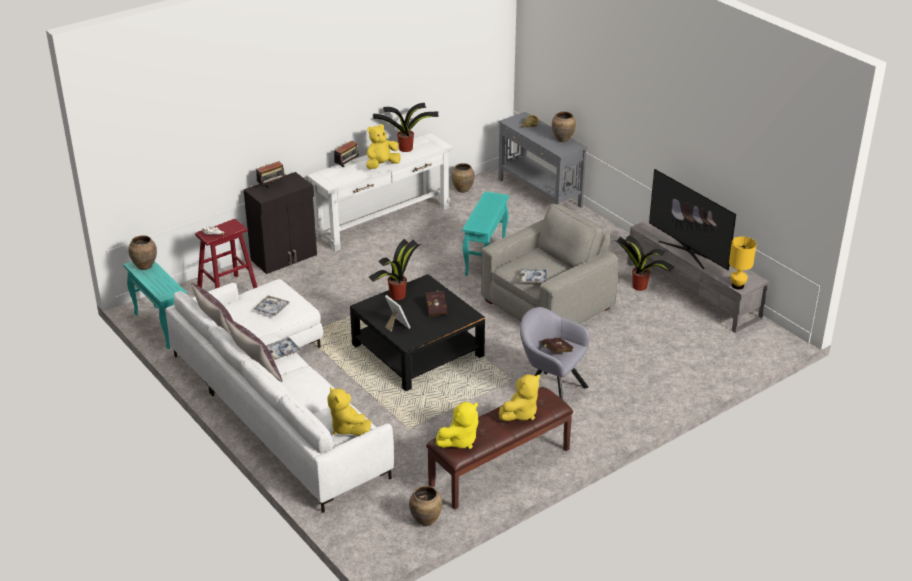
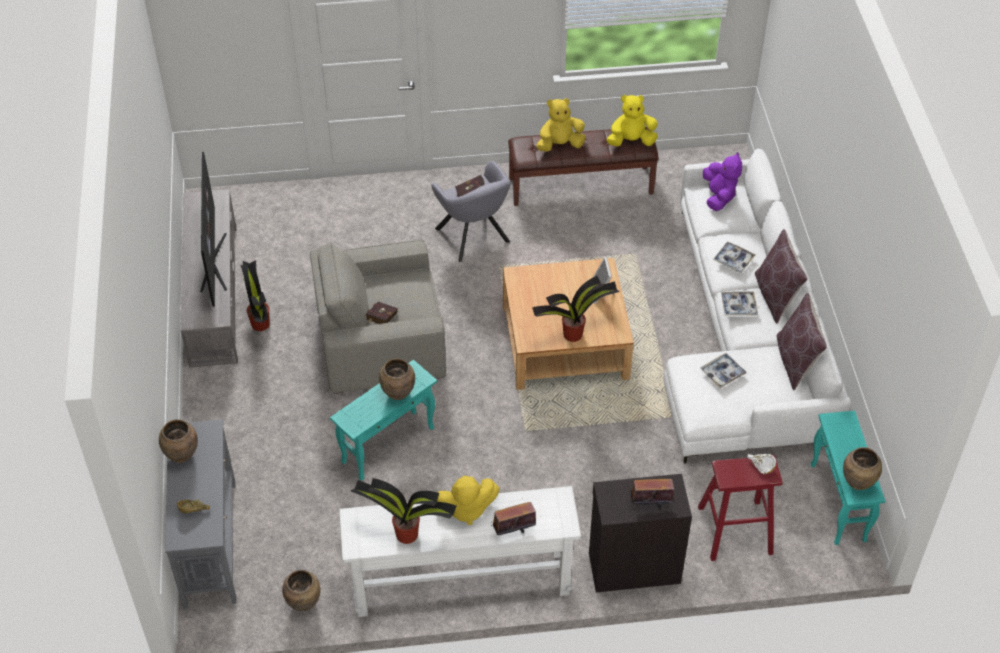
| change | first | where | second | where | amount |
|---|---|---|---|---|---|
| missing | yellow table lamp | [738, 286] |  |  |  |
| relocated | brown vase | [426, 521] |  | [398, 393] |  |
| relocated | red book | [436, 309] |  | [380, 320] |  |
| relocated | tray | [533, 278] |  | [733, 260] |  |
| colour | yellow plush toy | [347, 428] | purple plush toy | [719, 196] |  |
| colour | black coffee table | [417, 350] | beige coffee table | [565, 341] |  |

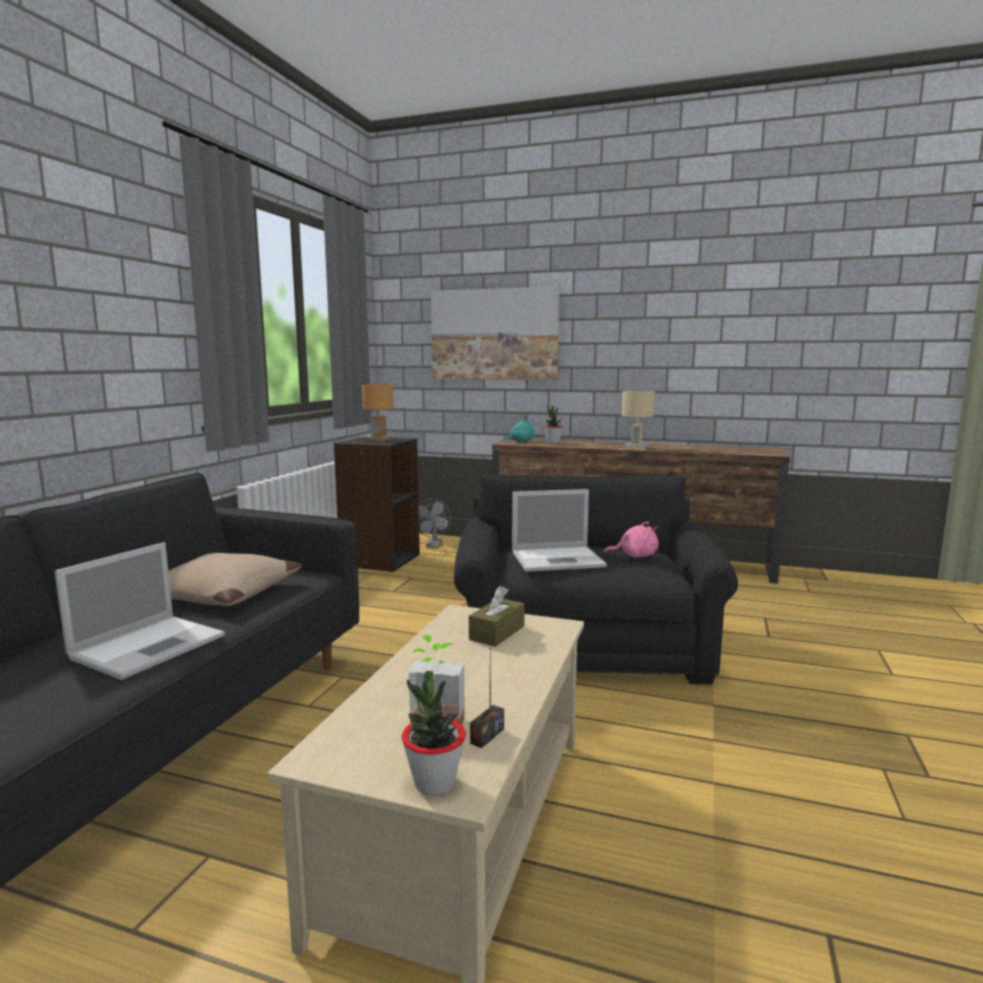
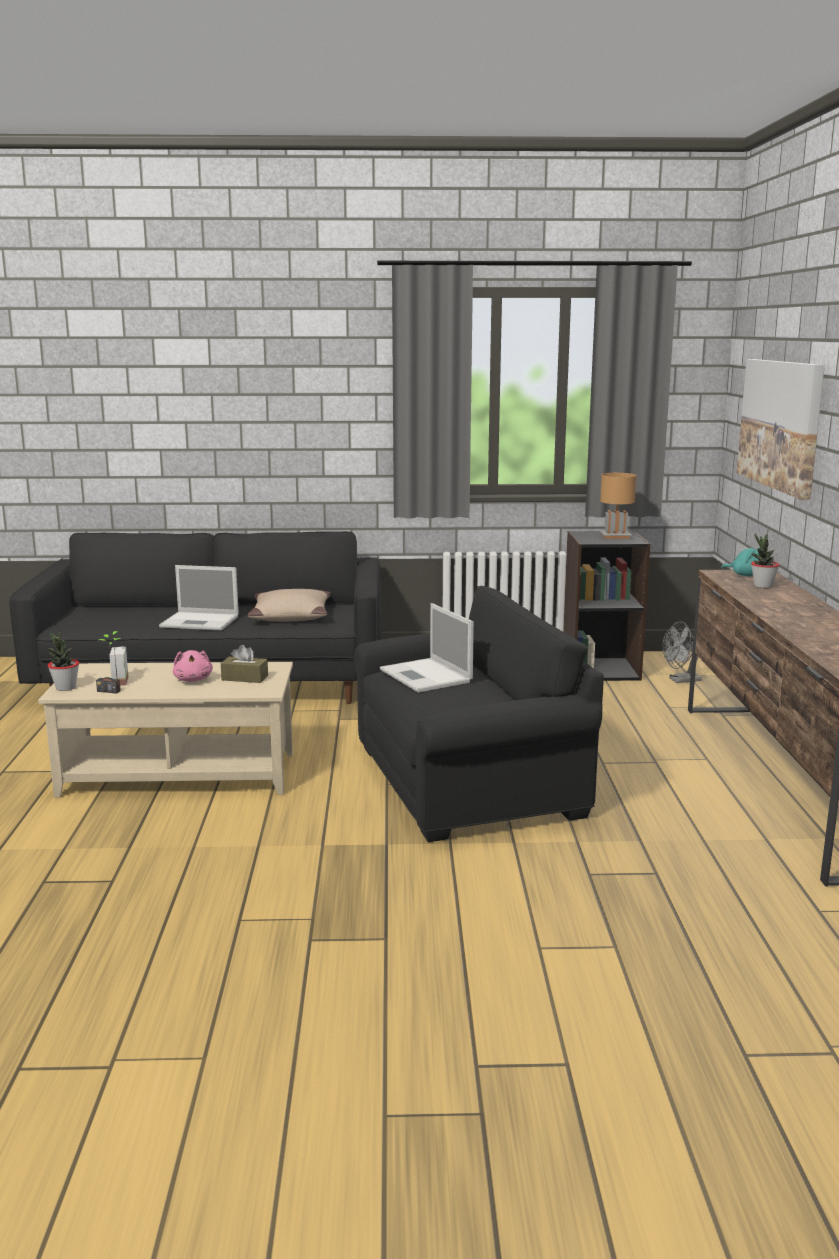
| change | first | where | second | where | amount |
|---|---|---|---|---|---|
| missing | beige table lamp | [636, 448] |  |  |  |
| relocated | pink plush toy | [635, 556] |  | [193, 679] |  |

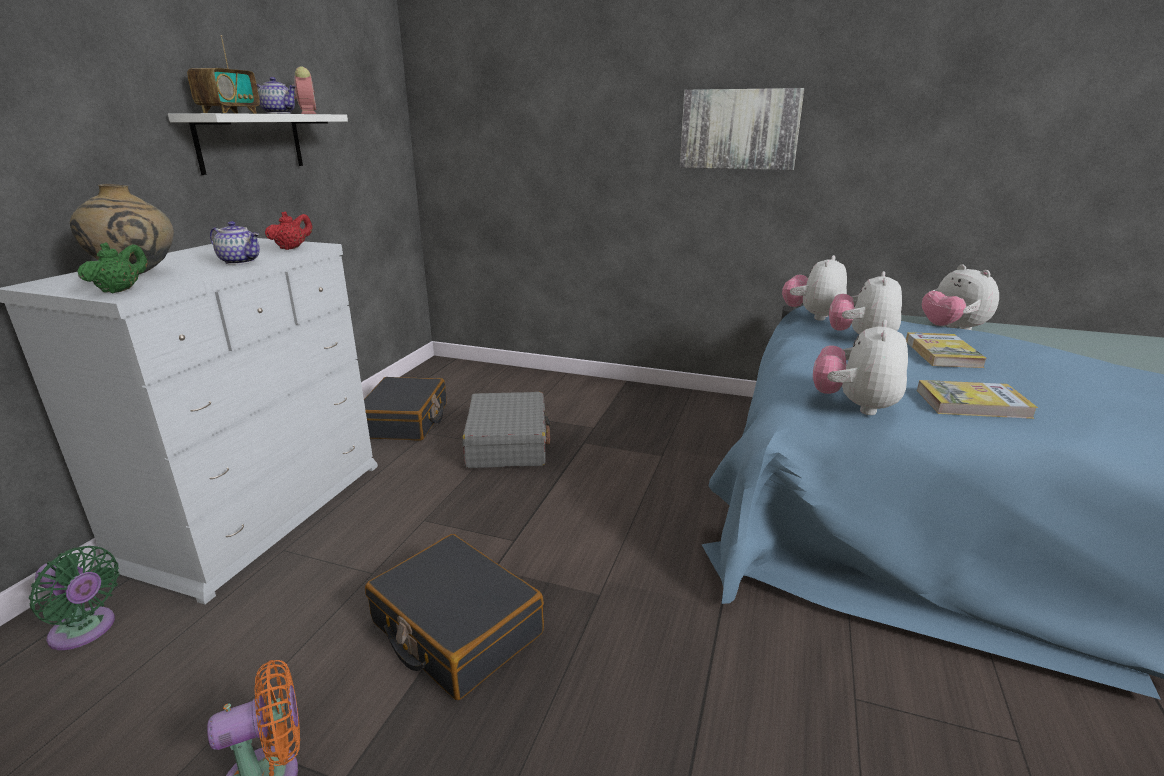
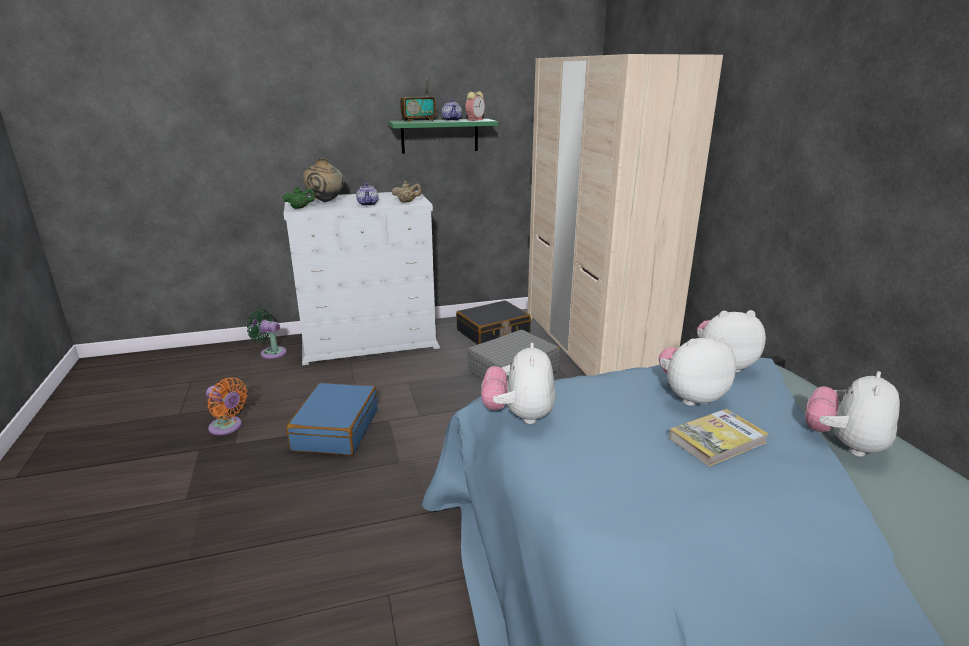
| change | first | where | second | where | amount |
|---|---|---|---|---|---|
| missing | picture | [739, 129] |  |  |  |
| missing | book | [972, 403] |  |  |  |
| appeared |  |  | beige wardrobe | [592, 345] |  |
| colour | white shelf | [250, 142] | green shelf | [439, 136] |  |
| colour | red teapot | [292, 248] | beige teapot | [407, 202] |  |
| colour | black suitcase | [456, 629] | blue suitcase | [335, 430] |  |
| spun | green fan | [86, 631] |  | [271, 352] | 120 degrees clockwise |
| spun | plush toy | [854, 406] |  | [519, 416] | 75 degrees counterclockwise |

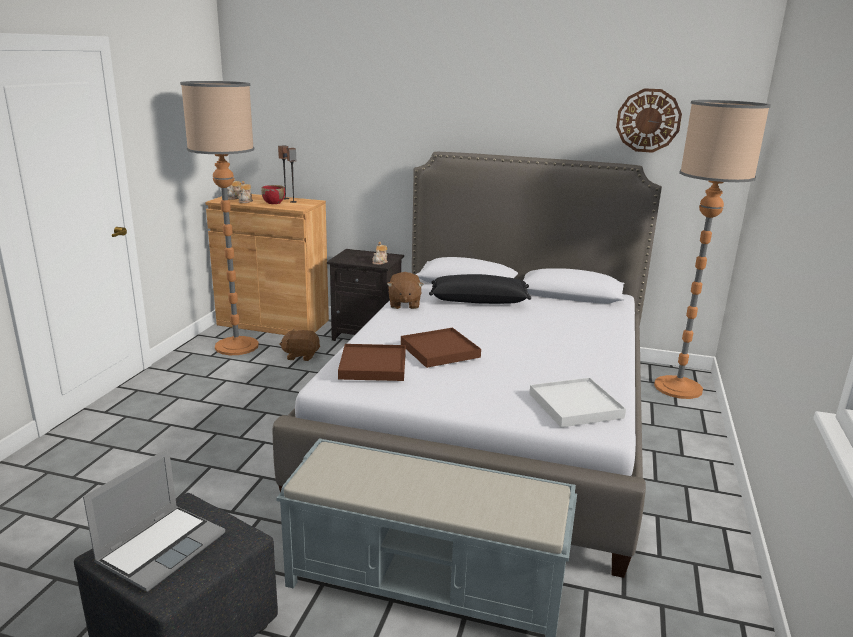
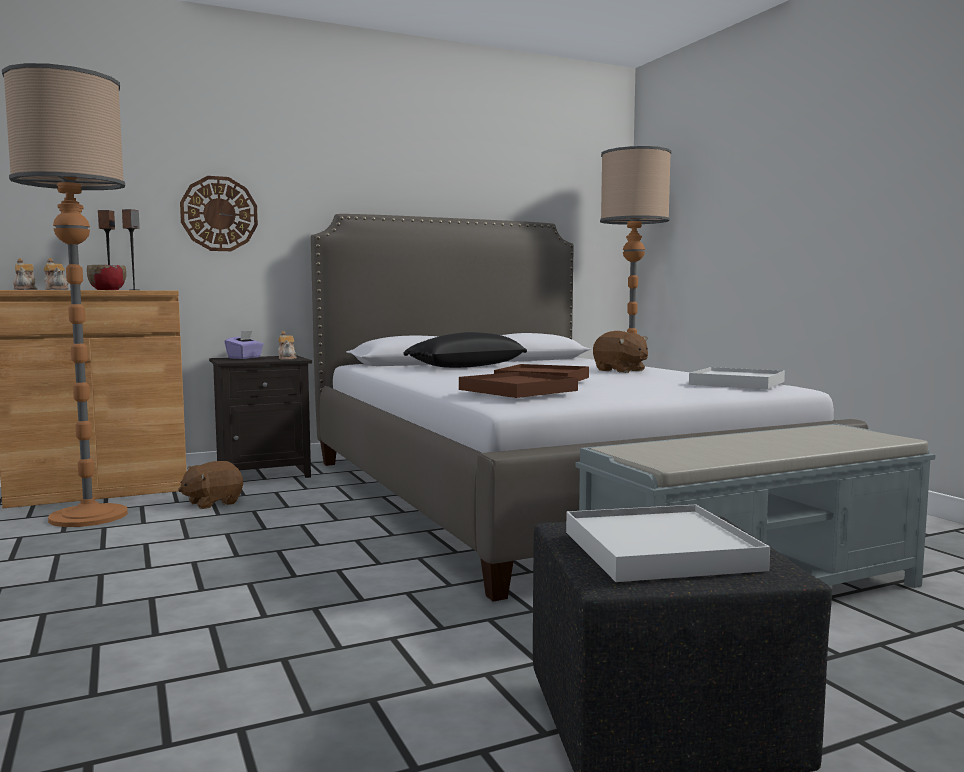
| change | first | where | second | where | amount |
|---|---|---|---|---|---|
| appeared |  |  | purple tissue box | [245, 358] |  |
| relocated | brown plush toy | [404, 304] |  | [620, 370] |  |
| relocated | wall clock | [648, 120] |  | [219, 214] |  |
| exchanged | laptop | [162, 547] | white tray | [659, 550] |  |

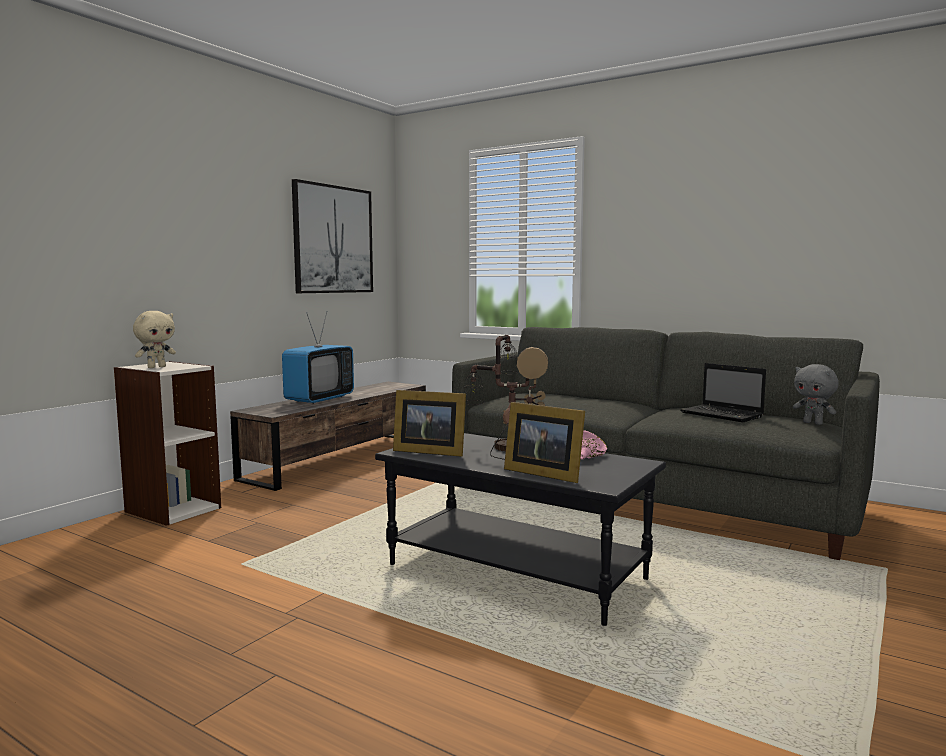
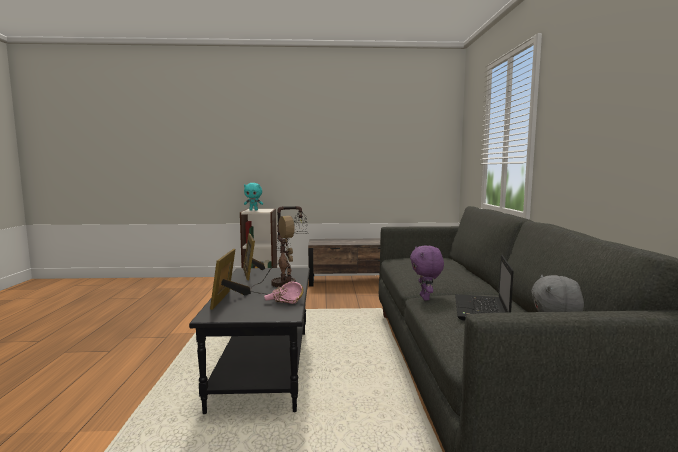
| change | first | where | second | where | amount |
|---|---|---|---|---|---|
| missing | television | [319, 399] |  |  |  |
| missing | picture | [333, 239] |  |  |  |
| appeared |  |  | purple plush toy | [426, 298] |  |
| colour | beige plush toy | [156, 367] | turquoise plush toy | [253, 210] |  |

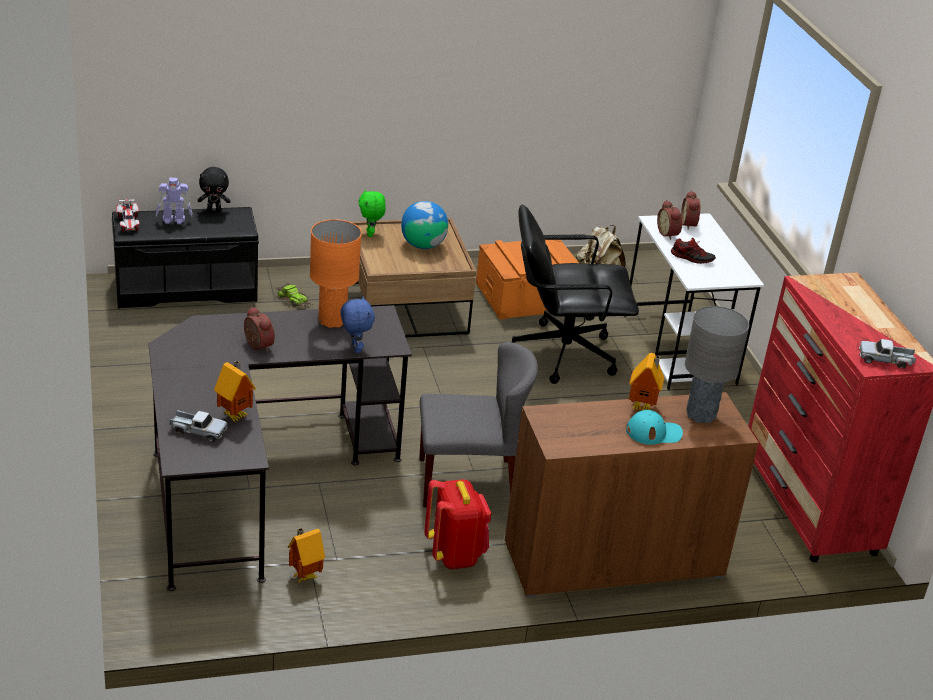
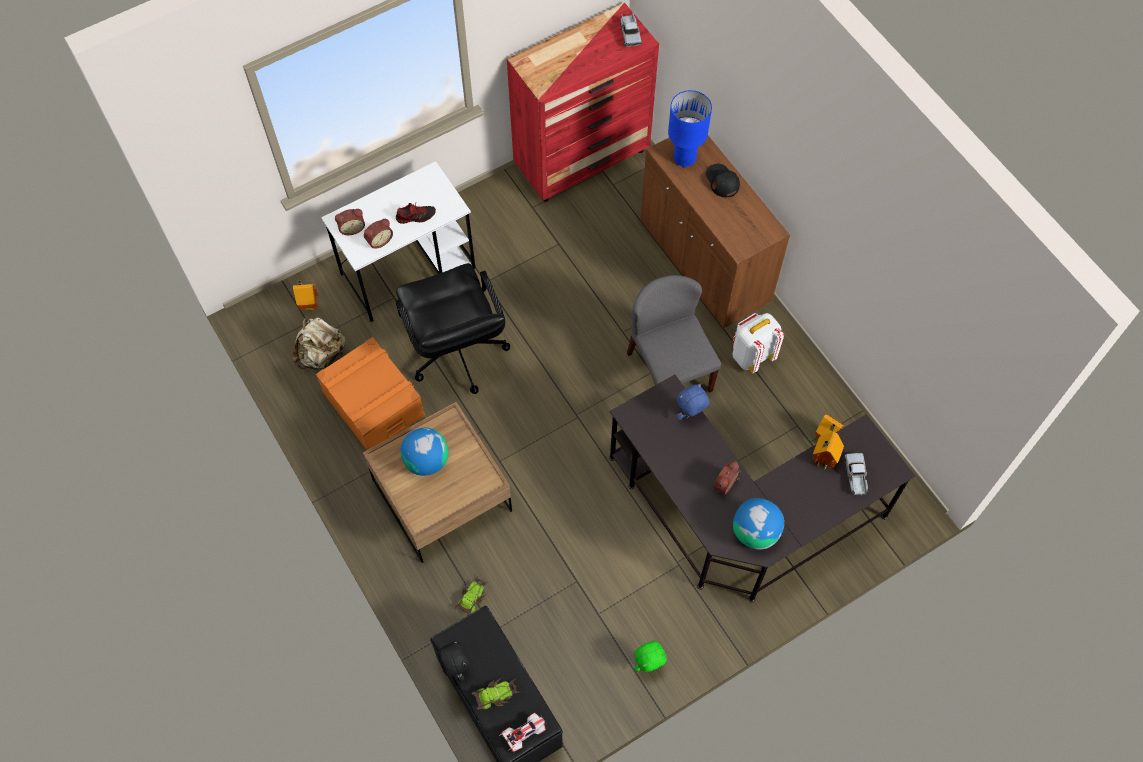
| change | first | where | second | where | amount |
|---|---|---|---|---|---|
| missing | orange table lamp | [332, 320] |  |  |  |
| appeared |  |  | globe | [755, 532] |  |
| relocated | green plush toy | [370, 234] |  | [648, 664] |  |
| relocated | toy house | [643, 407] |  | [309, 305] |  |
| exchanged | toy robot | [174, 220] | toy car | [496, 694] |  |
| colour | red backpack | [455, 554] | white backpack | [751, 355] |  |
| colour | turquoise cap | [654, 432] | black cap | [722, 181] |  |
| colour | grey table lamp | [701, 415] | blue table lamp | [684, 158] |  |
| spun | shoe | [692, 258] |  | [416, 216] | 75 degrees clockwise |

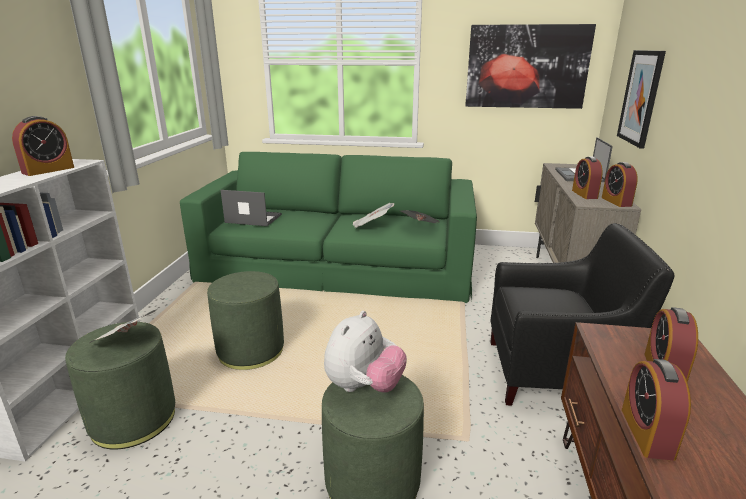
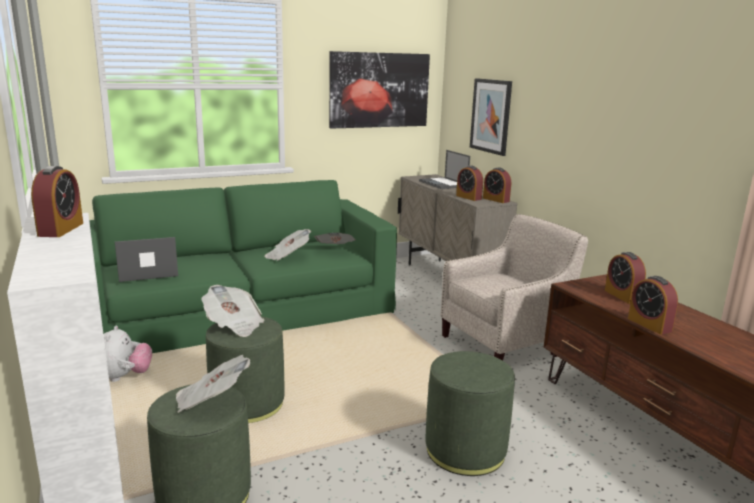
| change | first | where | second | where | amount |
|---|---|---|---|---|---|
| appeared |  |  | newspaper | [234, 325] |  |
| relocated | plush toy | [364, 387] |  | [124, 377] |  |
| colour | black armchair | [554, 374] | beige armchair | [505, 344] |  |

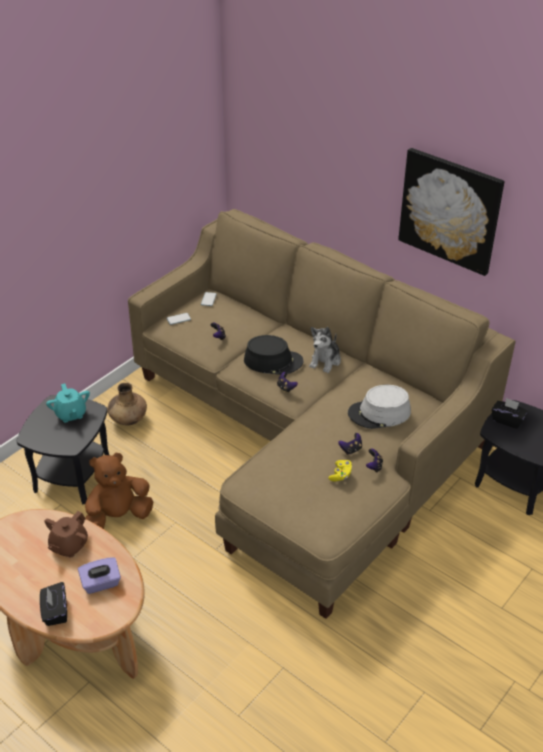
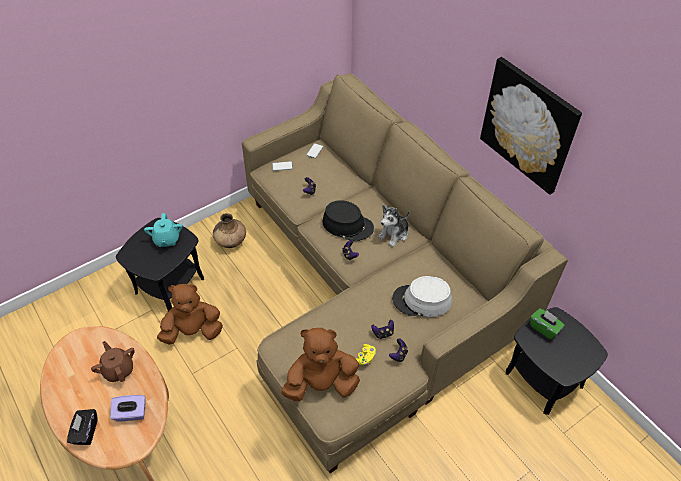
| change | first | where | second | where | amount |
|---|---|---|---|---|---|
| appeared |  |  | brown plush toy | [321, 384] |  |
| colour | black tissue box | [507, 420] | green tissue box | [544, 328] |  |
| spun | brown teapot | [69, 546] |  | [118, 370] | 105 degrees clockwise |

